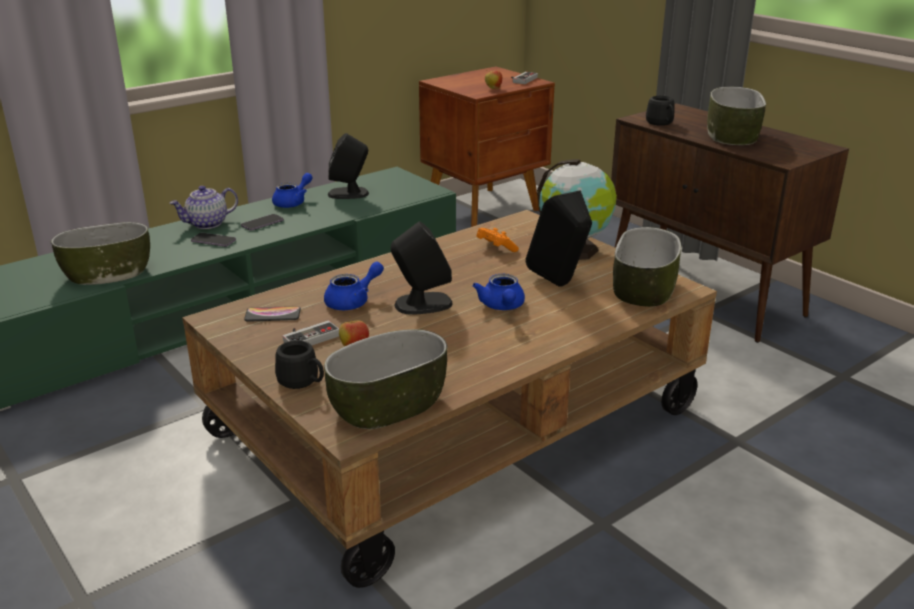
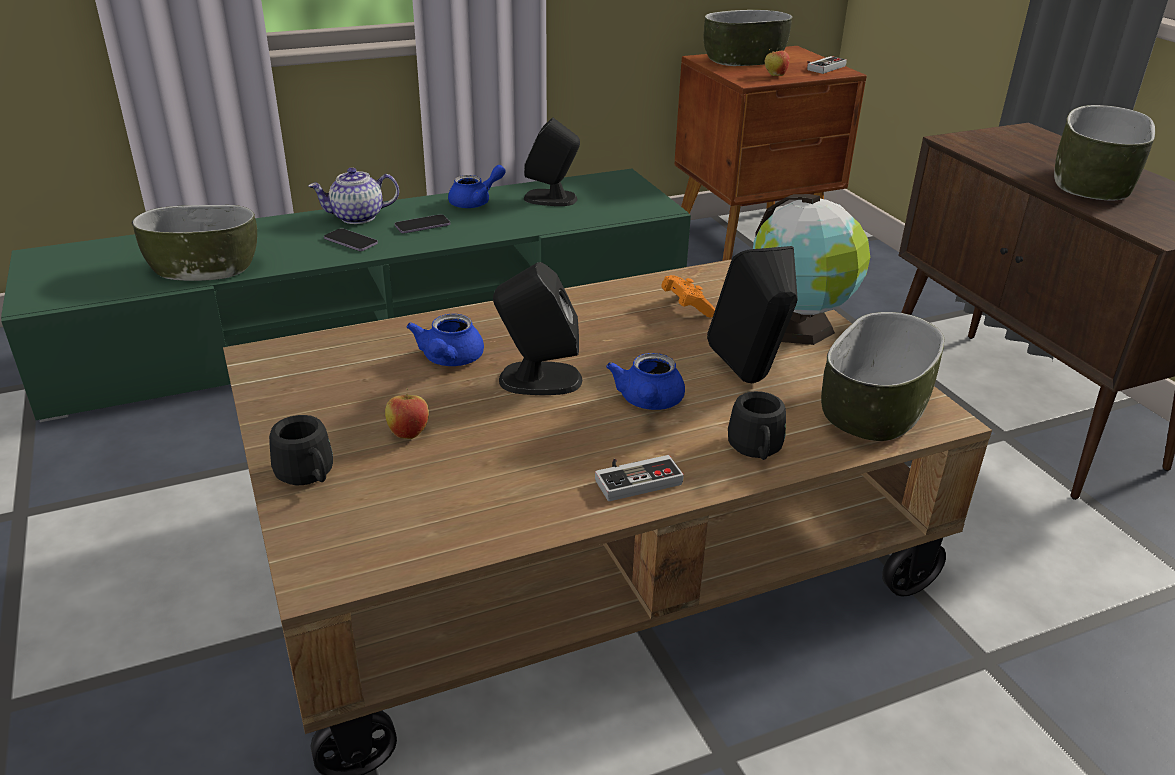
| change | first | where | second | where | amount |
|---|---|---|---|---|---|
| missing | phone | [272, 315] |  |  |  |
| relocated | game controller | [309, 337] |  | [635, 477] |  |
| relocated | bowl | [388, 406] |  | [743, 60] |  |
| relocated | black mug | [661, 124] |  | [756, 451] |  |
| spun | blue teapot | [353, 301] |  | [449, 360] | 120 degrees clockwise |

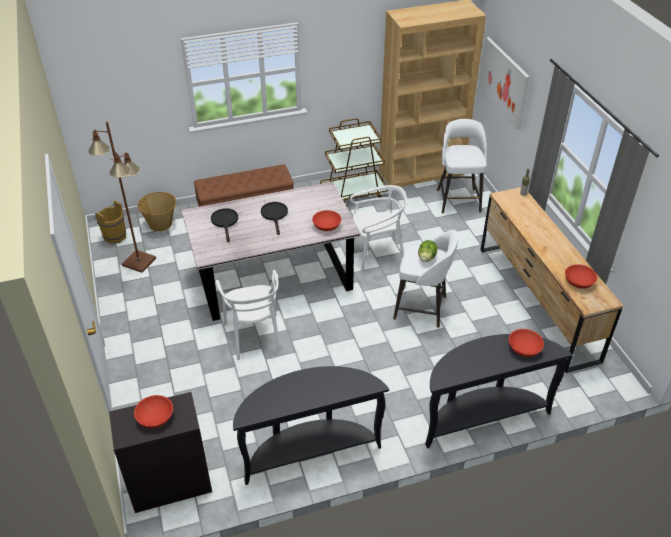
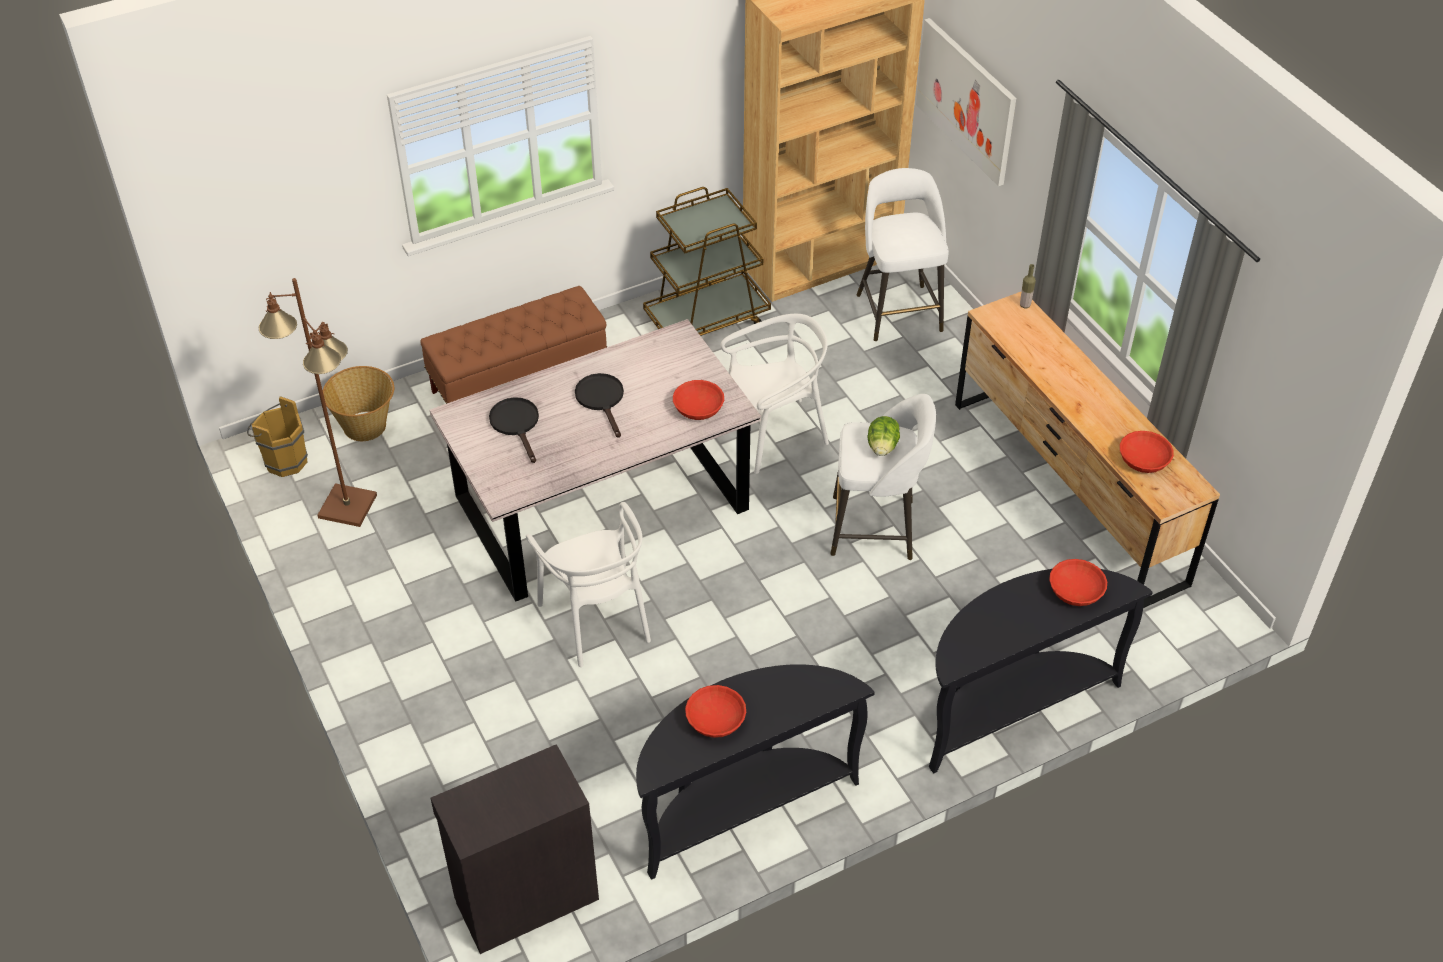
| change | first | where | second | where | amount |
|---|---|---|---|---|---|
| relocated | red bowl | [155, 417] |  | [715, 719] |  |

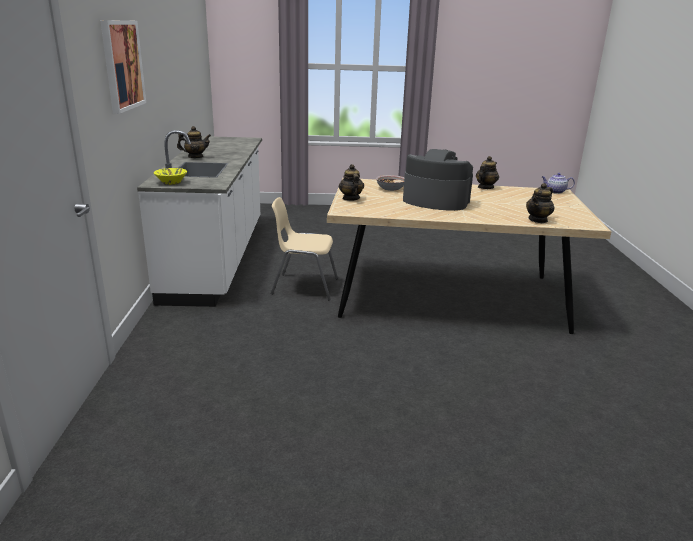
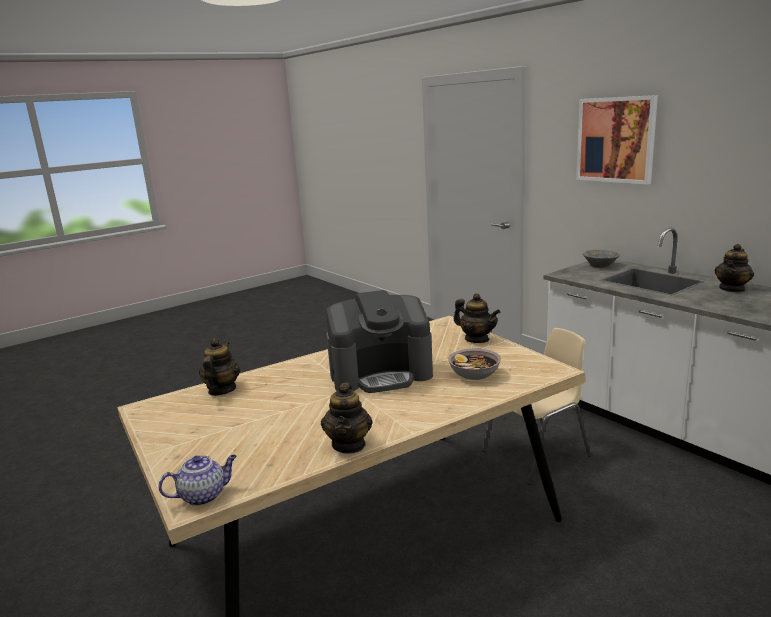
| change | first | where | second | where | amount |
|---|---|---|---|---|---|
| colour | yellow bowl | [171, 182] | grey bowl | [600, 265] |  |

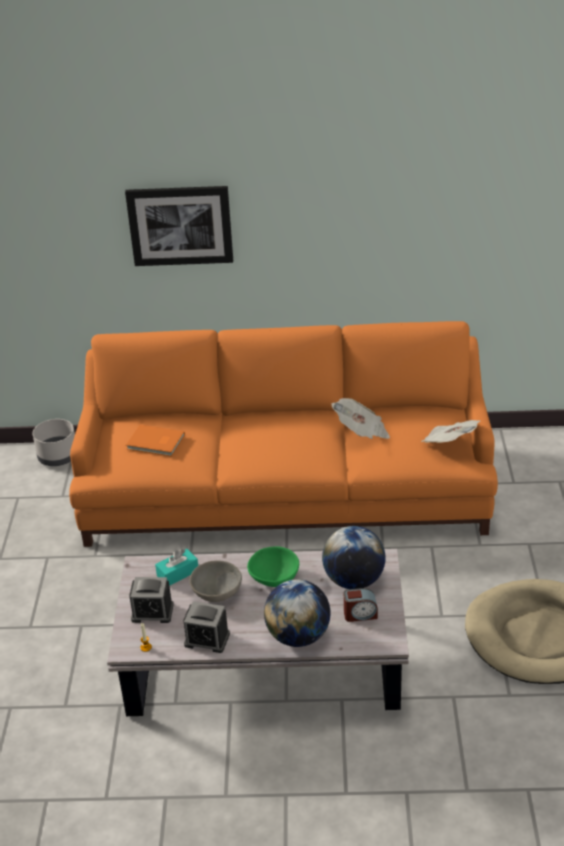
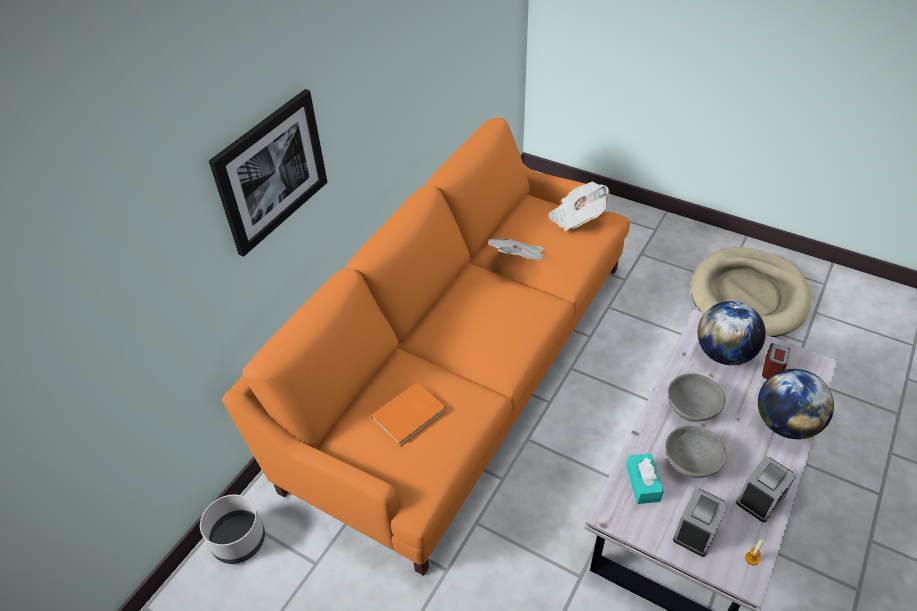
| change | first | where | second | where | amount |
|---|---|---|---|---|---|
| colour | green bowl | [273, 578] | grey bowl | [691, 408] |  |

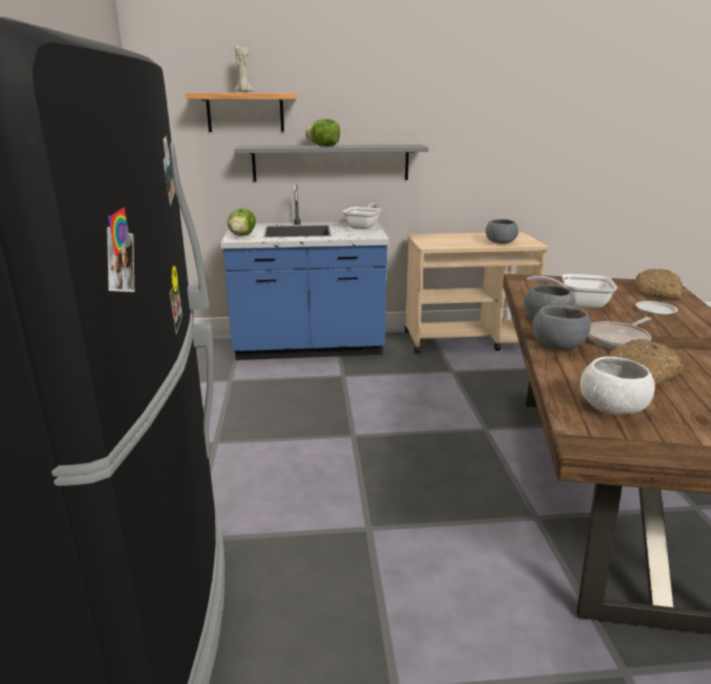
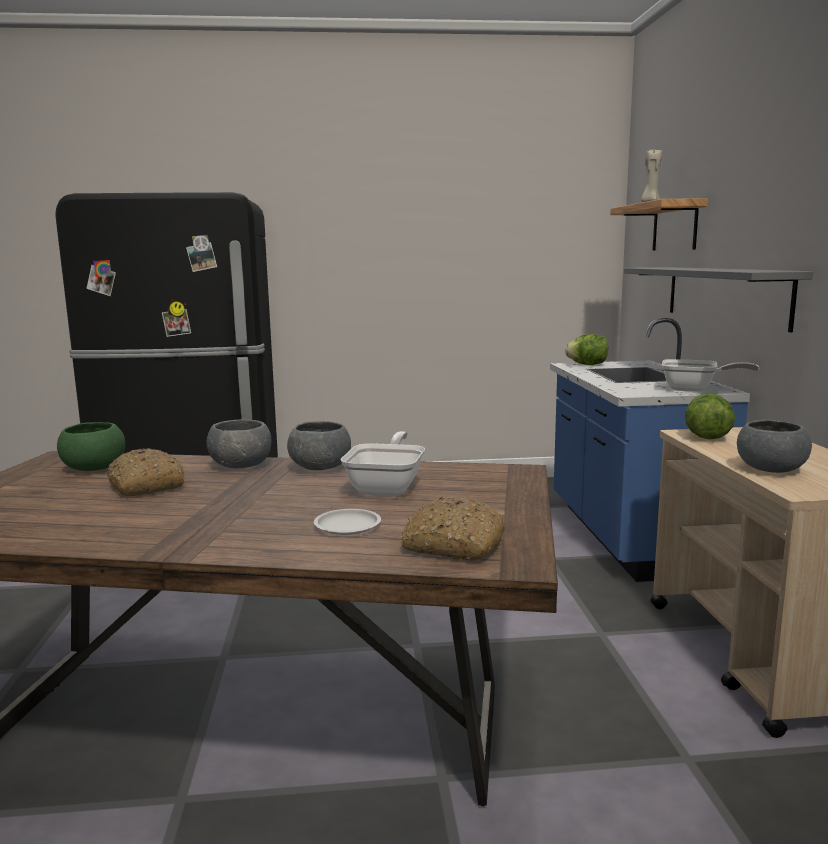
| change | first | where | second | where | amount |
|---|---|---|---|---|---|
| missing | frying pan | [618, 339] |  |  |  |
| relocated | lettuce | [324, 146] |  | [706, 437] |  |
| colour | white bowl | [612, 408] | green bowl | [93, 468] |  |

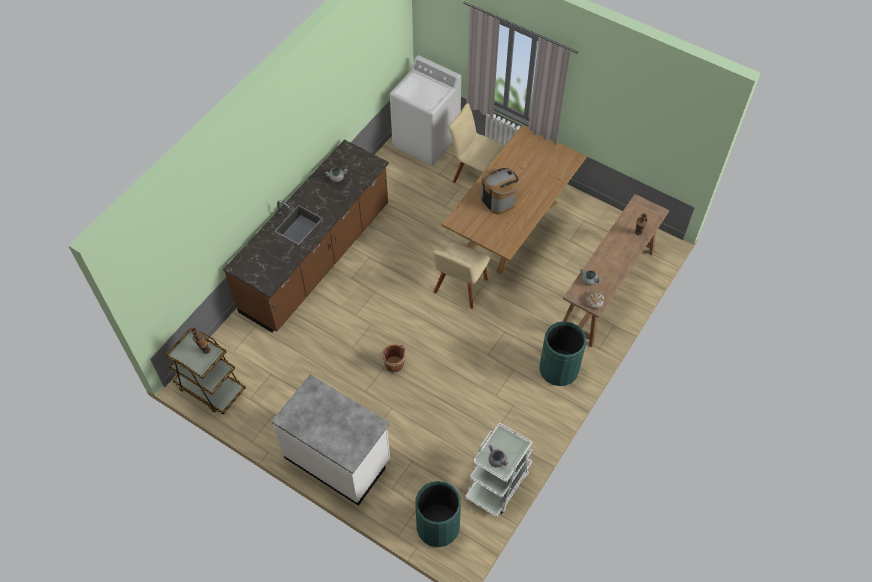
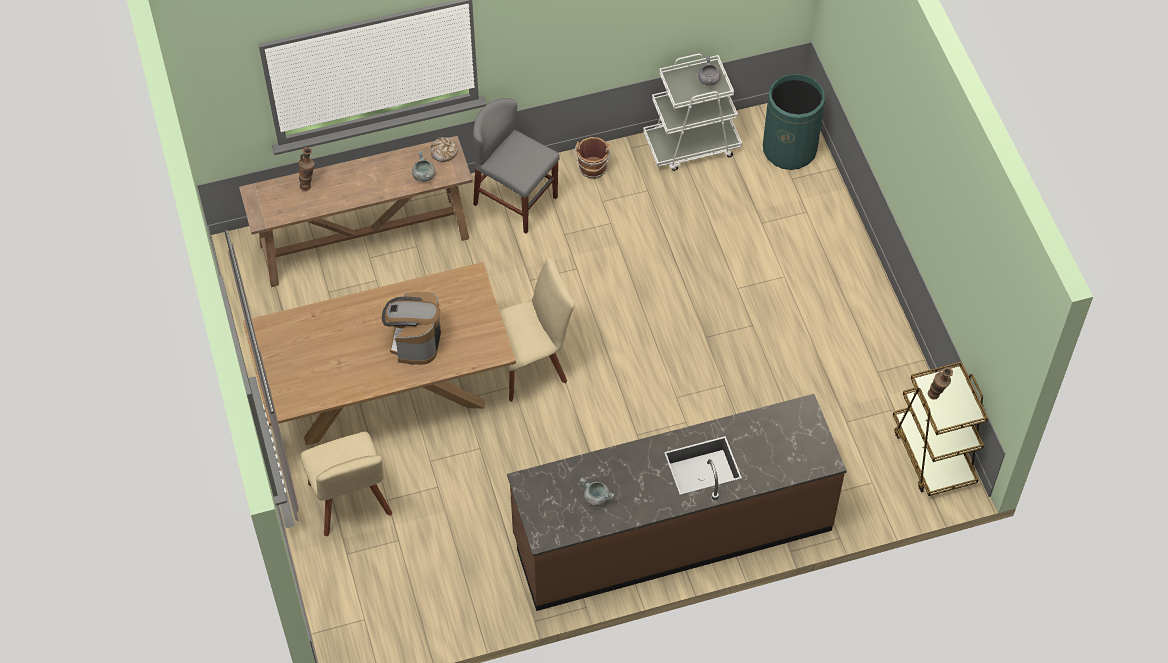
| change | first | where | second | where | amount |
|---|---|---|---|---|---|
| missing | white counter | [338, 458] |  |  |  |
| missing | white washing machine | [426, 140] |  |  |  |
| relocated | brown bucket | [393, 364] |  | [593, 169] |  |
| exchanged | green trash can | [559, 369] | grey chair | [515, 201] |  |

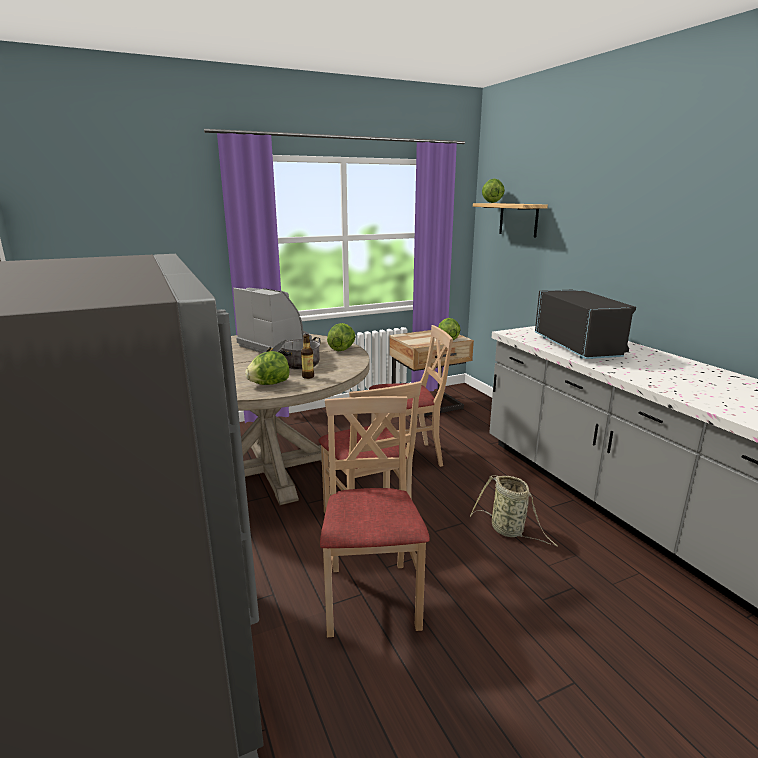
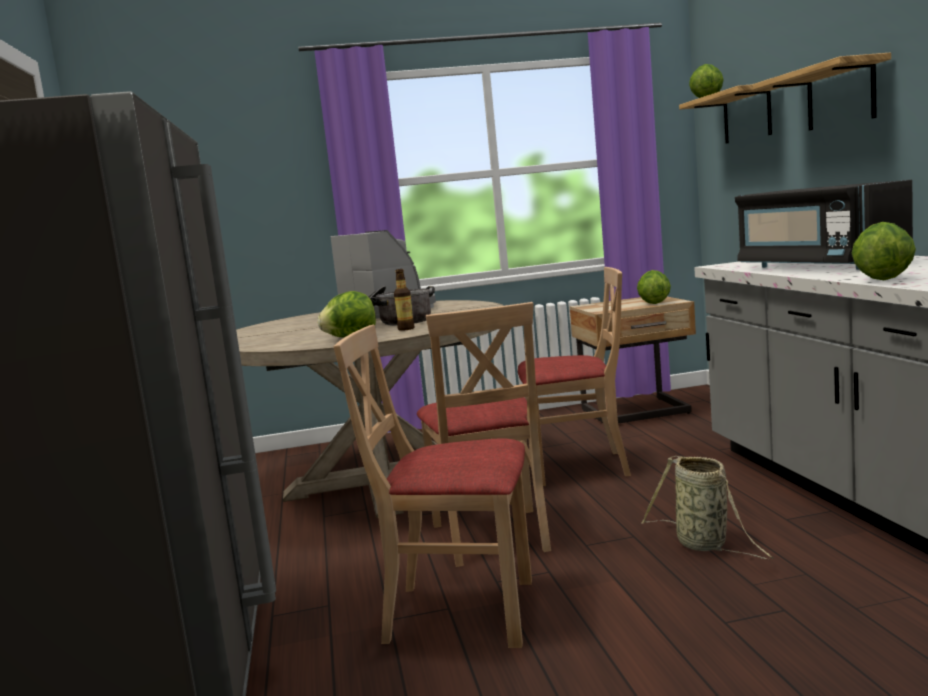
| change | first | where | second | where | amount |
|---|---|---|---|---|---|
| appeared |  |  | shelf | [840, 96] |  |
| relocated | lettuce | [341, 349] |  | [882, 279] |  |
| spun | beige chair | [371, 597] |  | [461, 612] | 90 degrees counterclockwise |
| spun | black microwave | [578, 347] |  | [817, 266] | 150 degrees clockwise |

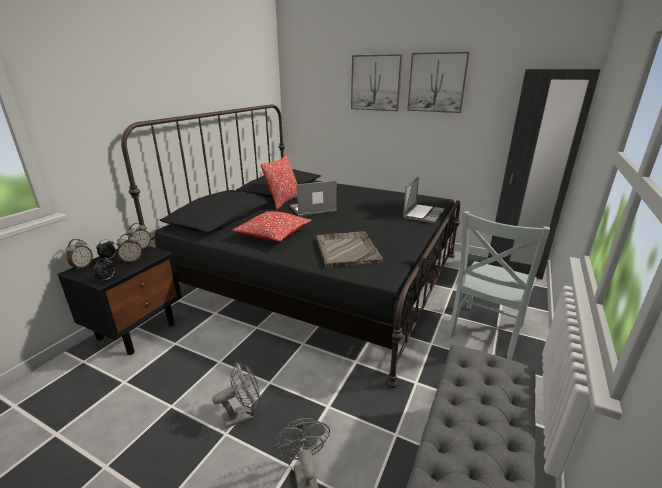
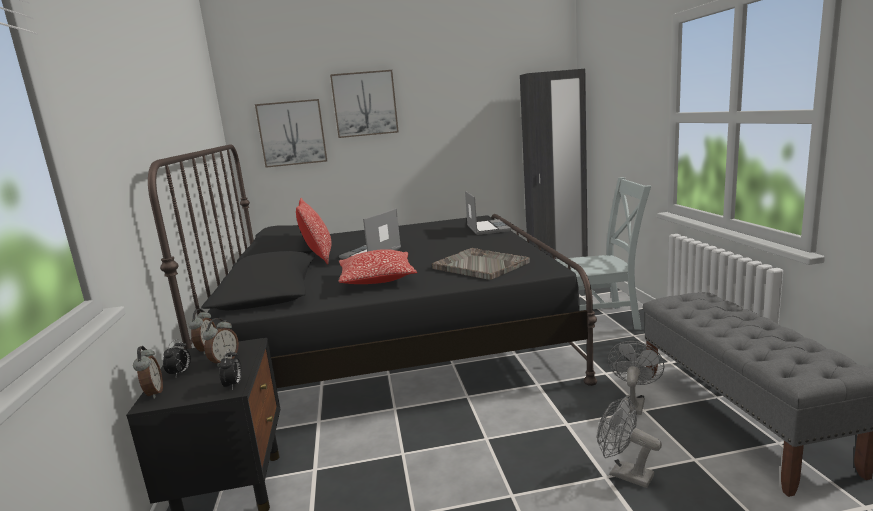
| change | first | where | second | where | amount |
|---|---|---|---|---|---|
| relocated | grey fan | [242, 415] |  | [633, 403] |  |
| relocated | picture | [437, 82] |  | [292, 133] |  |
| spun | grey chair | [485, 332] |  | [601, 320] | 90 degrees counterclockwise |

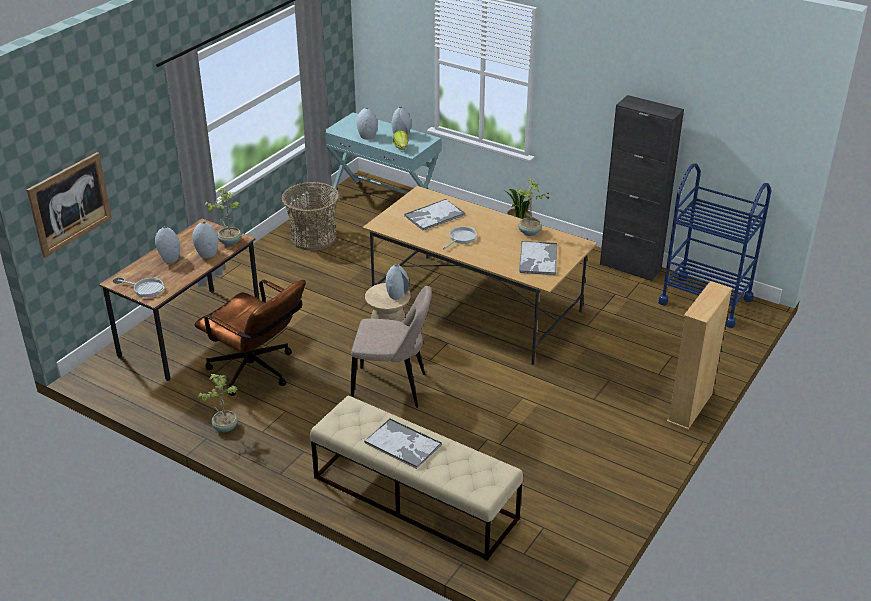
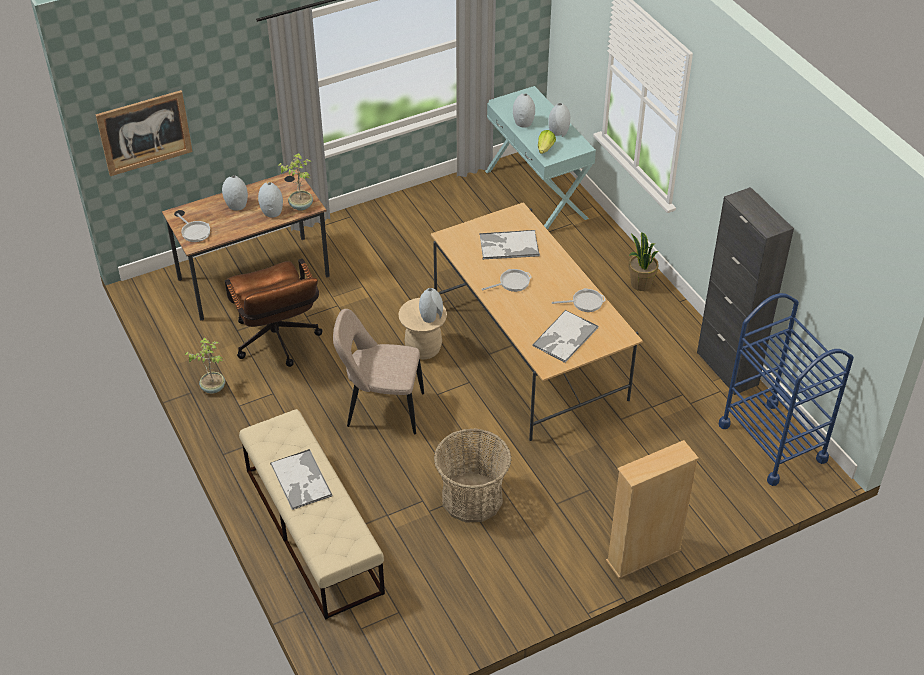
| change | first | where | second | where | amount |
|---|---|---|---|---|---|
| relocated | basket | [313, 237] |  | [472, 498] |  |
| exchanged | potted plant | [530, 232] | frying pan | [584, 302] |  |
| spun | beige chair | [393, 388] |  | [381, 410] | 150 degrees clockwise |

